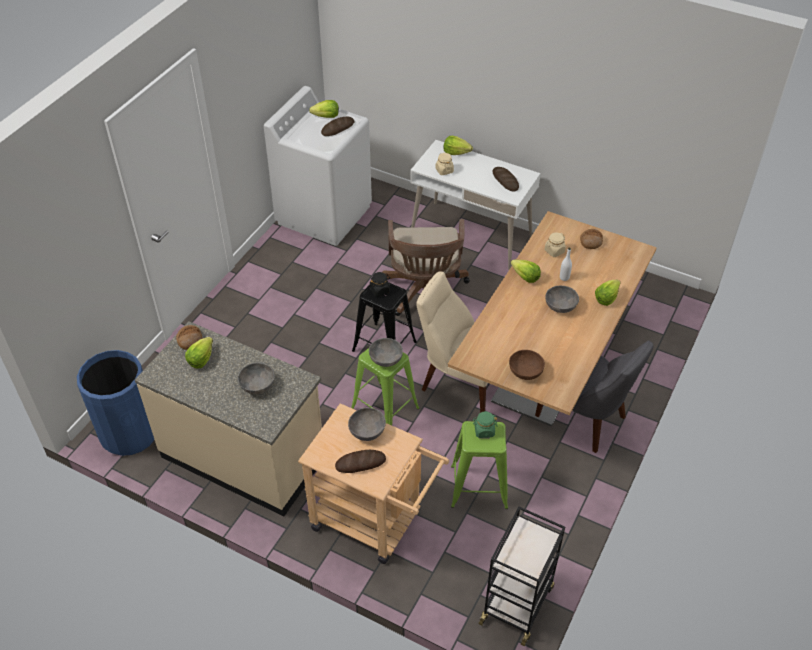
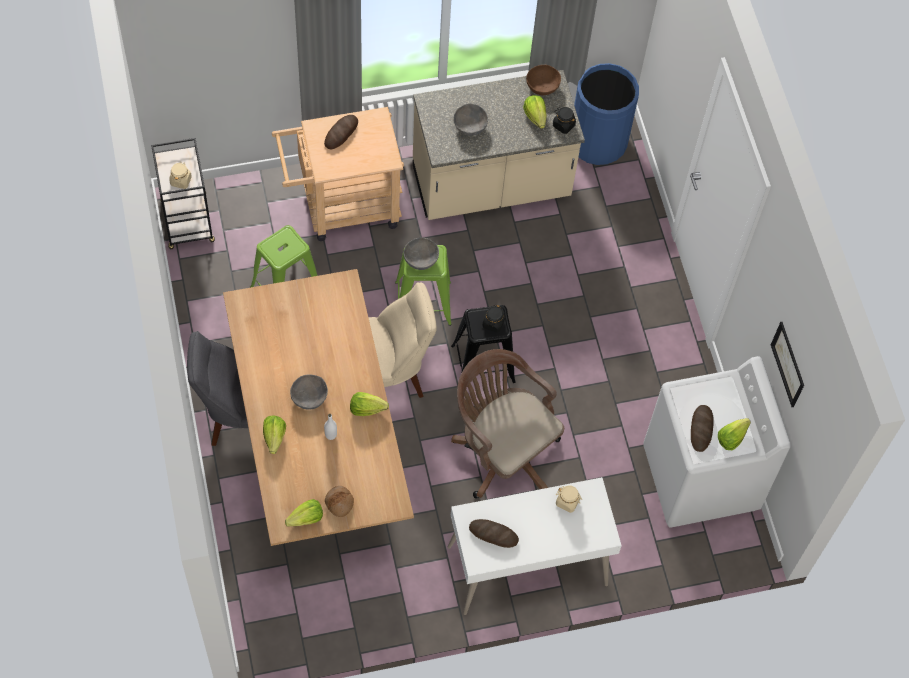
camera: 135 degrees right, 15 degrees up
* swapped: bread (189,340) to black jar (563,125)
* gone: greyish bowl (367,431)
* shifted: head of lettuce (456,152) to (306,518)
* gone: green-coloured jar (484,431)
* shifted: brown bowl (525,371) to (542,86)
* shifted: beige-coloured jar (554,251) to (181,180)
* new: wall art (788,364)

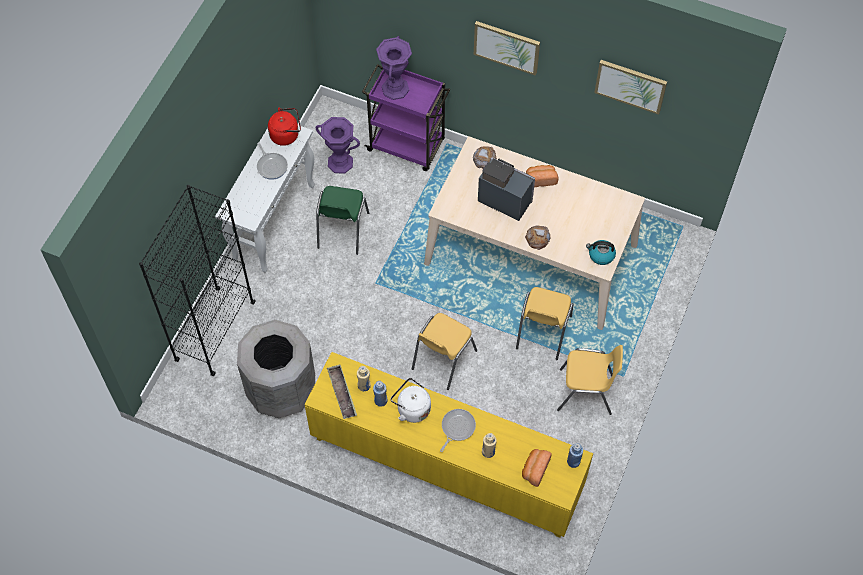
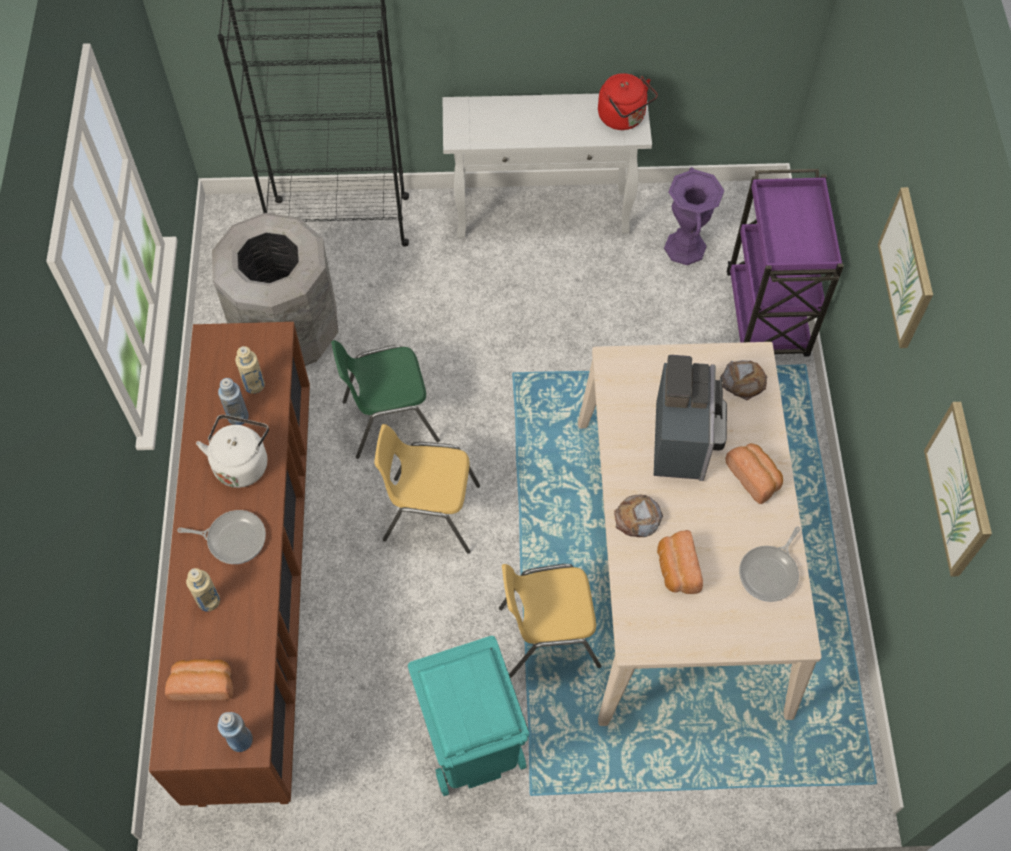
camera: 65 degrees right, 0 degrees up
* shifted: skillet (271,166) to (770,573)
* repainted: yellowish cupboard (446,466) to brown cupboard (255,590)
* shifted: green-coloured upright chair (342,231) to (389,420)
* gone: carrying tray (342,393)
* gone: purple-coloured vase (395,88)
* swapped: yellowish upright chair (586,392) to turquoise-coloured waste bin (471,746)
* gone: tea kettle (601,255)
* new: bread (676,569)

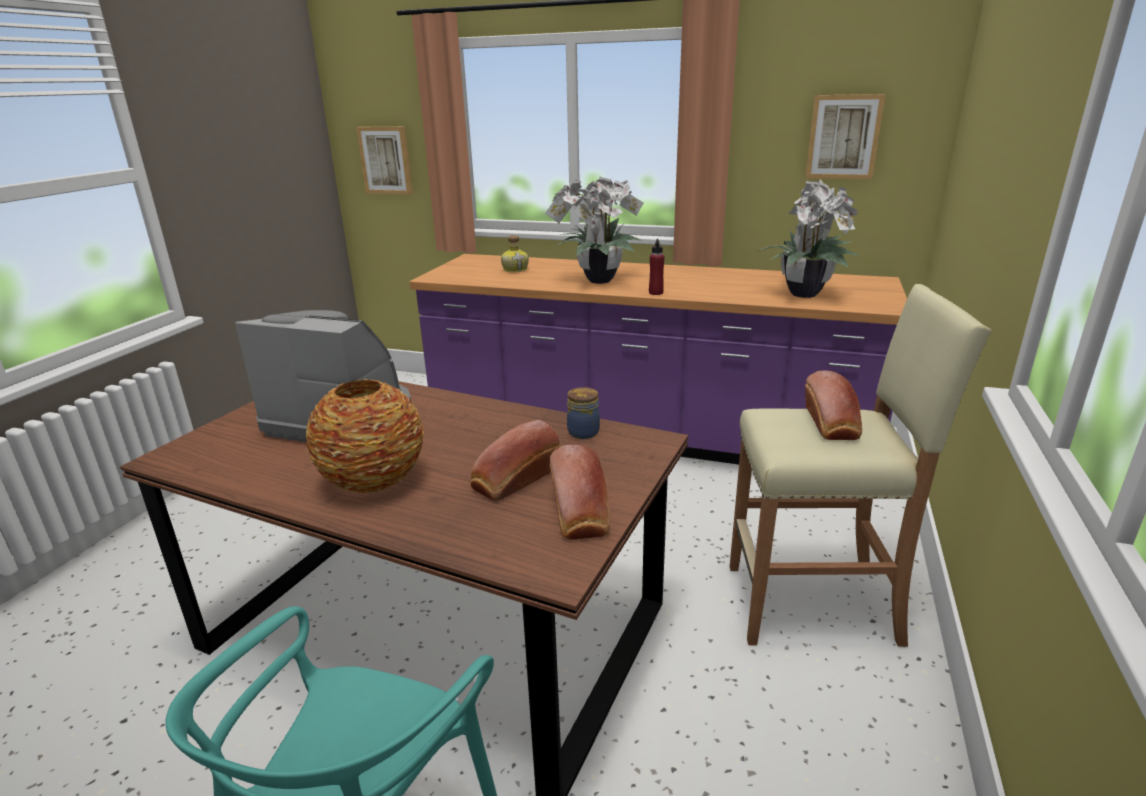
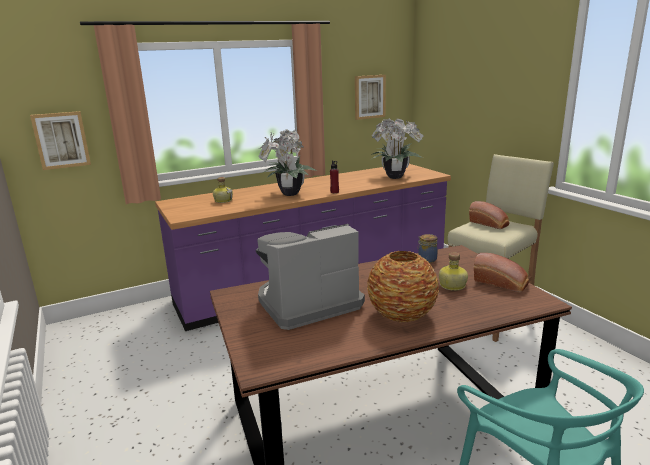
camera: 45 degrees left, 5 degrees down
* swapped: bread (513,480) to drink bottle (452,286)

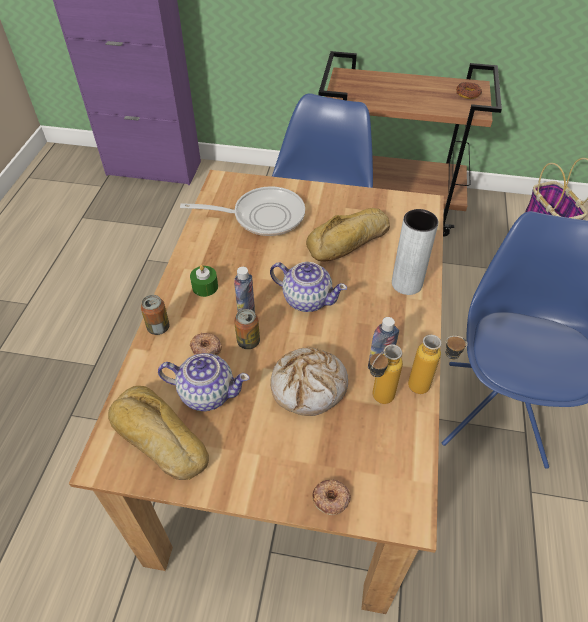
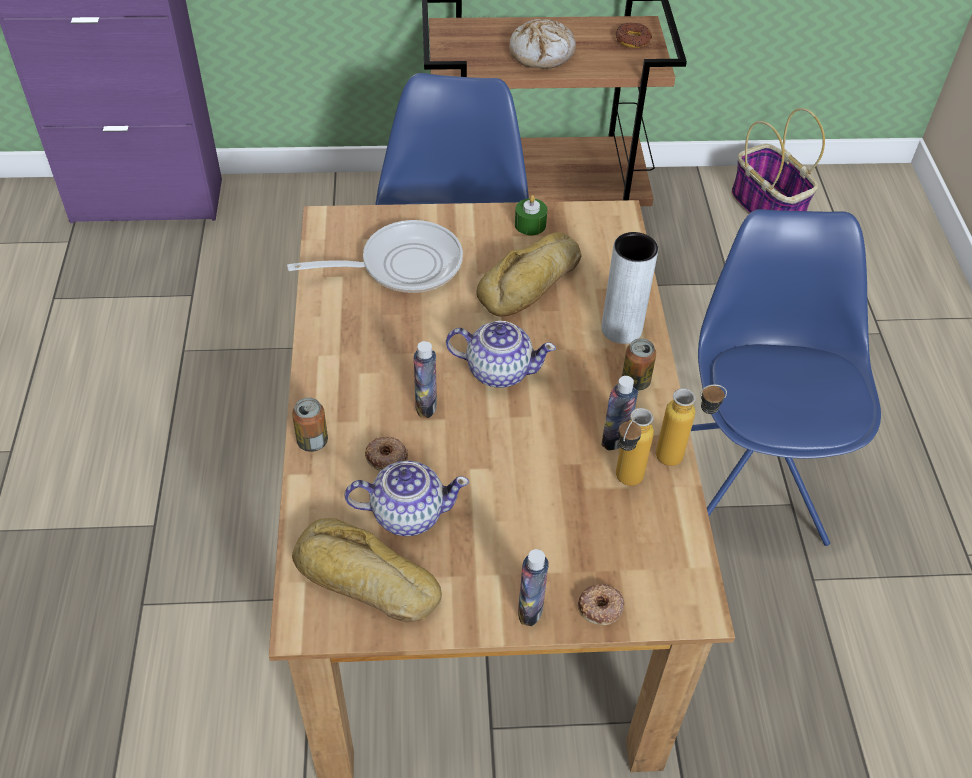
camera: 15 degrees left, 0 degrees up
* shifted: green-coloured wax candle (205,287) to (530,224)
* shifted: sealed can (248,341) to (635,381)
* shifted: bread (309,386) to (542,53)
* new: drink bottle (530,609)

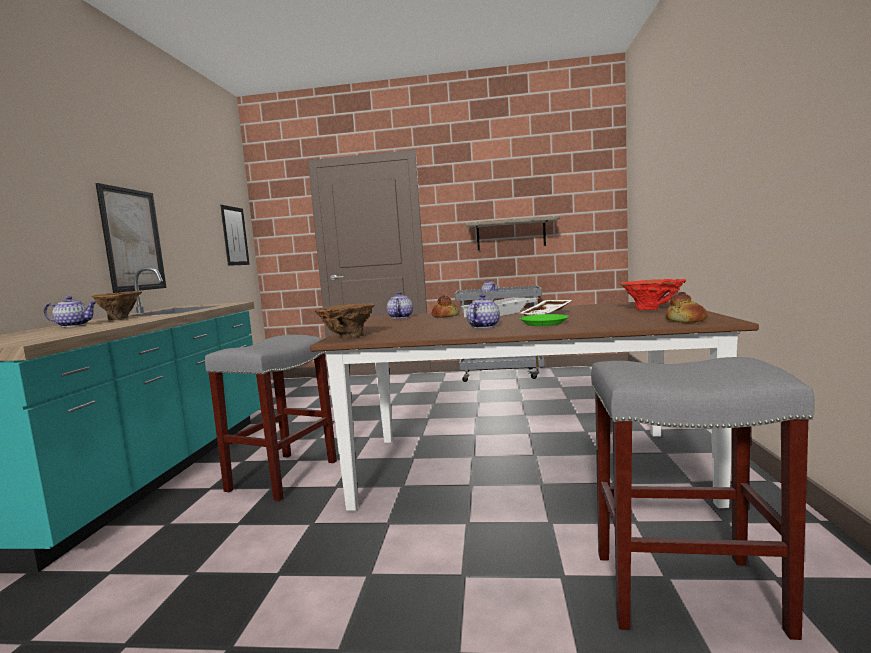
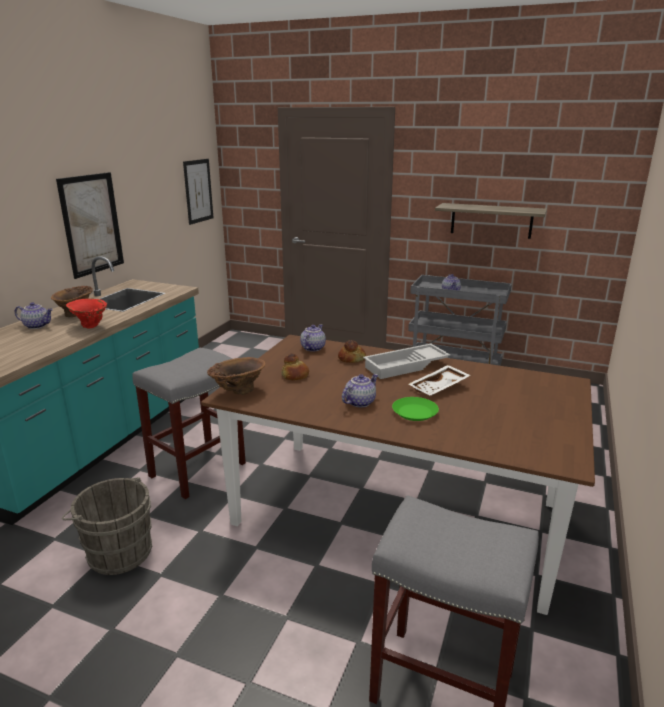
camera: 15 degrees right, 15 degrees up
* shifted: red vase (652,309) to (90,327)
* shifted: bread (686,320) to (295,375)
* new: greyish pail (117,551)

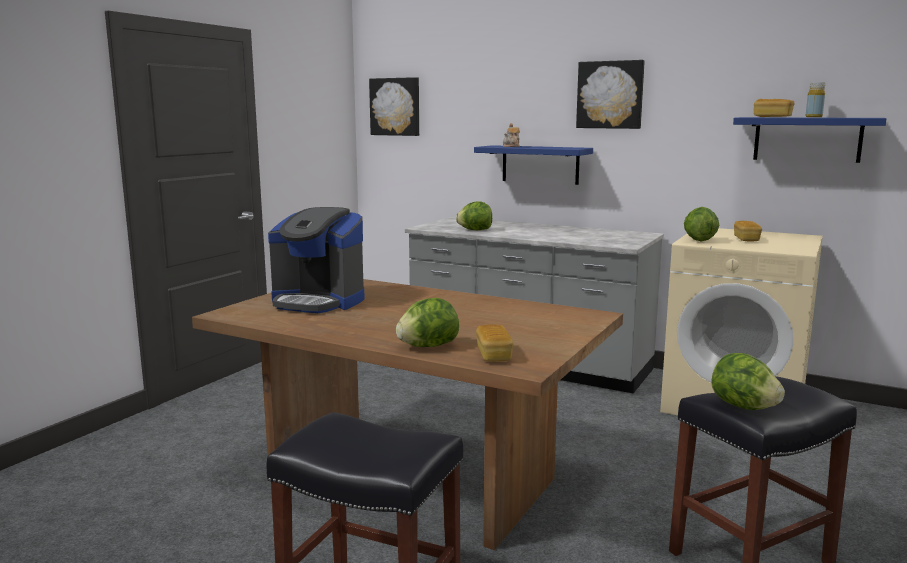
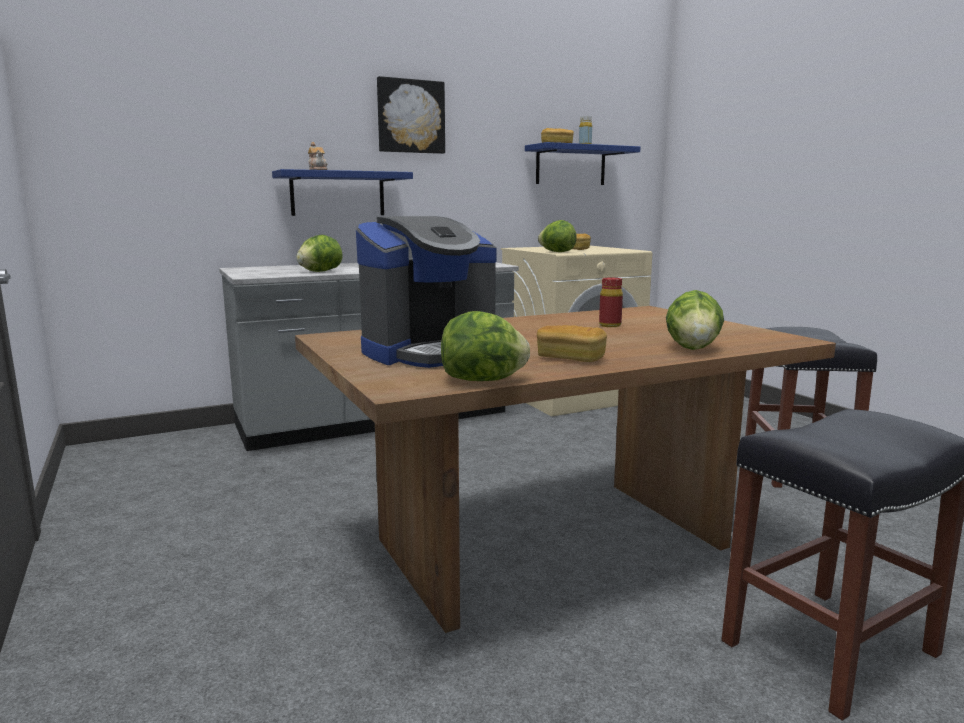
camera: 55 degrees left, 0 degrees up
* gone: wall art (395,107)
* shifted: bread (494,355) to (570,358)
* shifted: head of lettuce (743,407) to (483,381)
* new: red drink bottle (610,325)

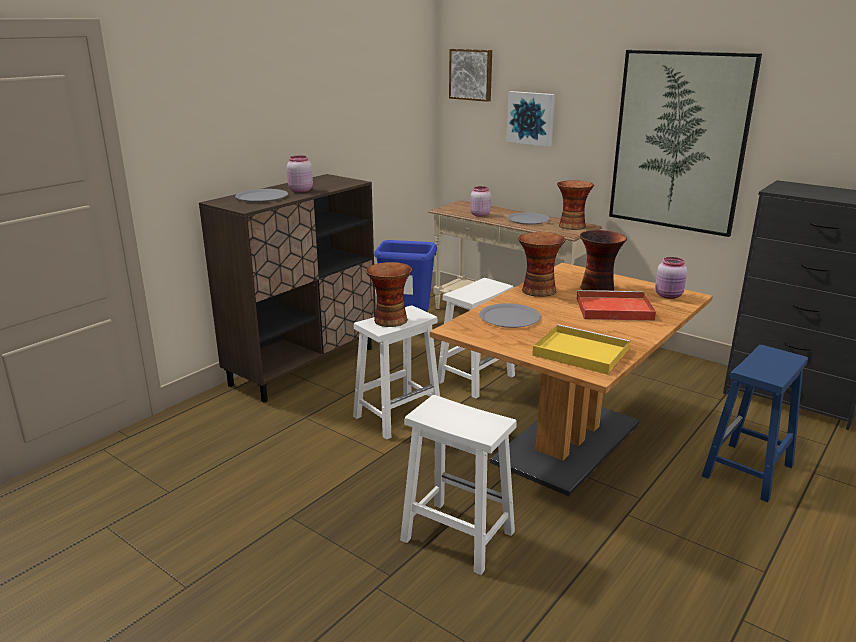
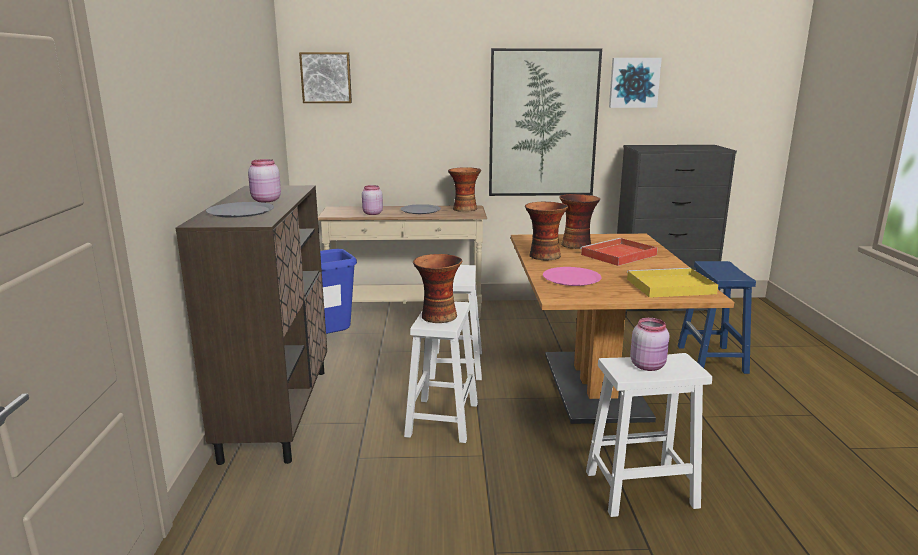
camera: 40 degrees left, 5 degrees down
* repainted: greyish plate (509,317) to pink plate (571,278)
* shifted: wall art (531,118) to (634,82)
* shifted: pink jar (669,295) to (648,366)

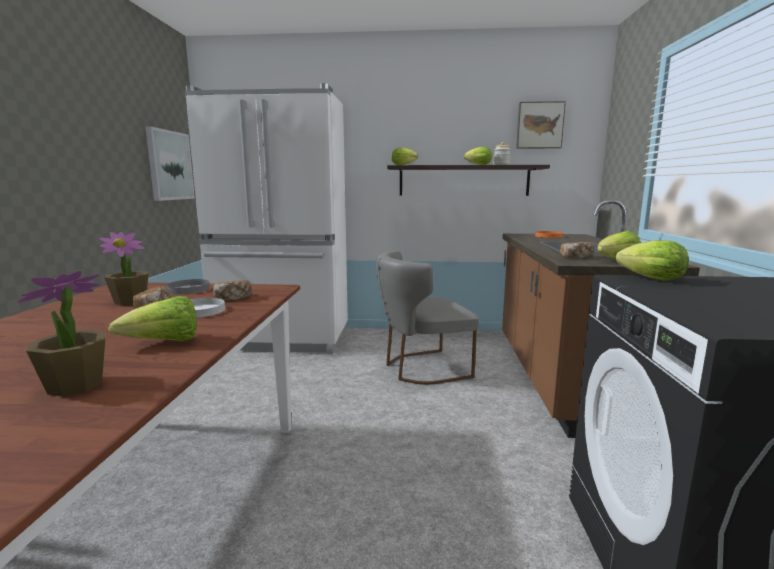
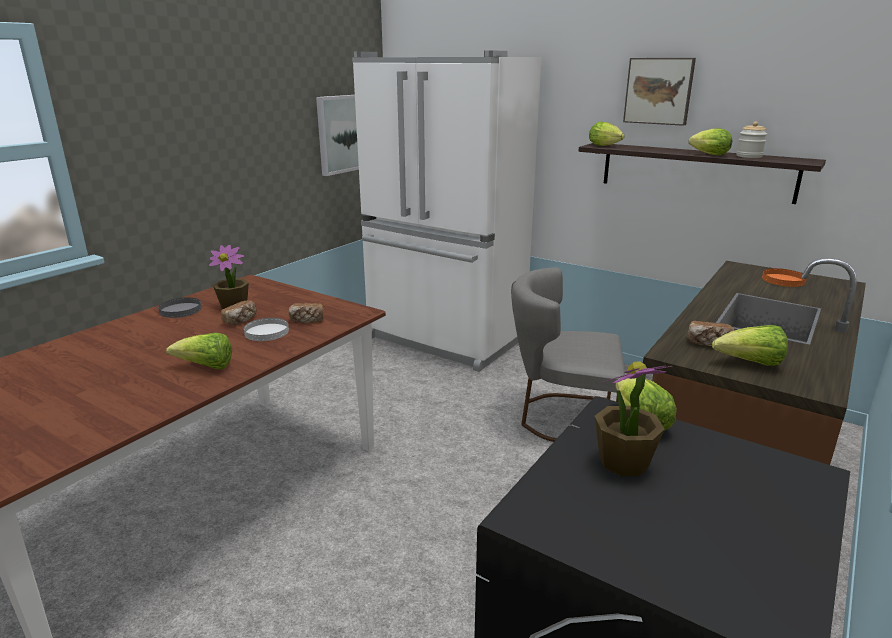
camera: 30 degrees right, 10 degrees up
* shifted: houseplant (75,385) to (623,462)
* shifted: greyish plate (189,289) to (180,310)
* shifted: wall art (539,125) to (659,91)

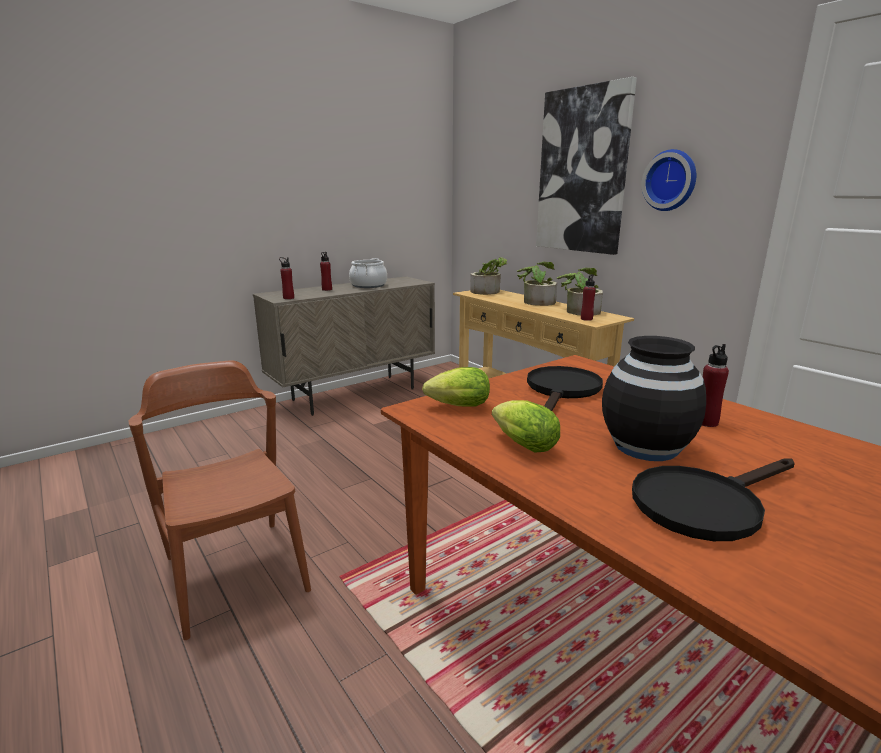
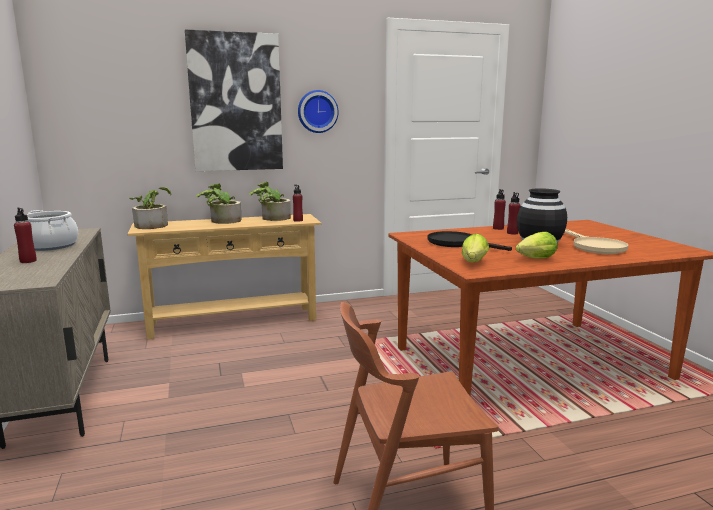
camera: 70 degrees left, 5 degrees down
* shifted: red drink bottle (288,298) to (498,228)
* repainted: black skillet (705,503) to beige-coloured skillet (594,247)

